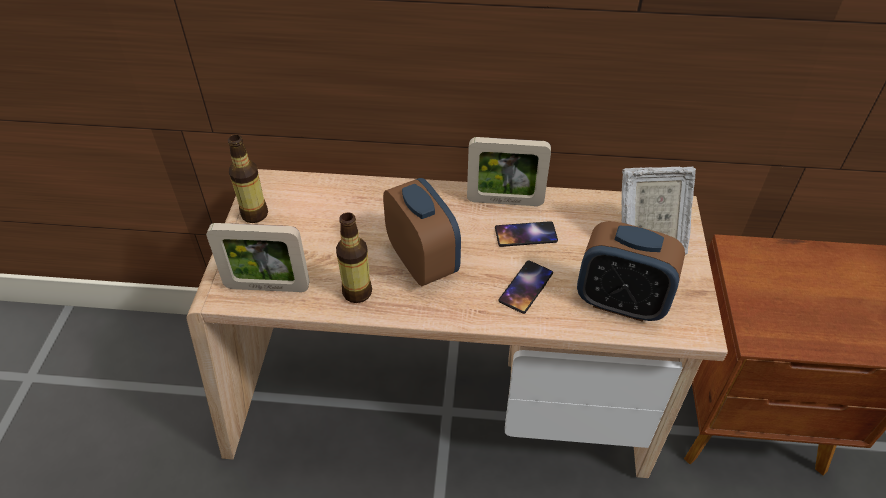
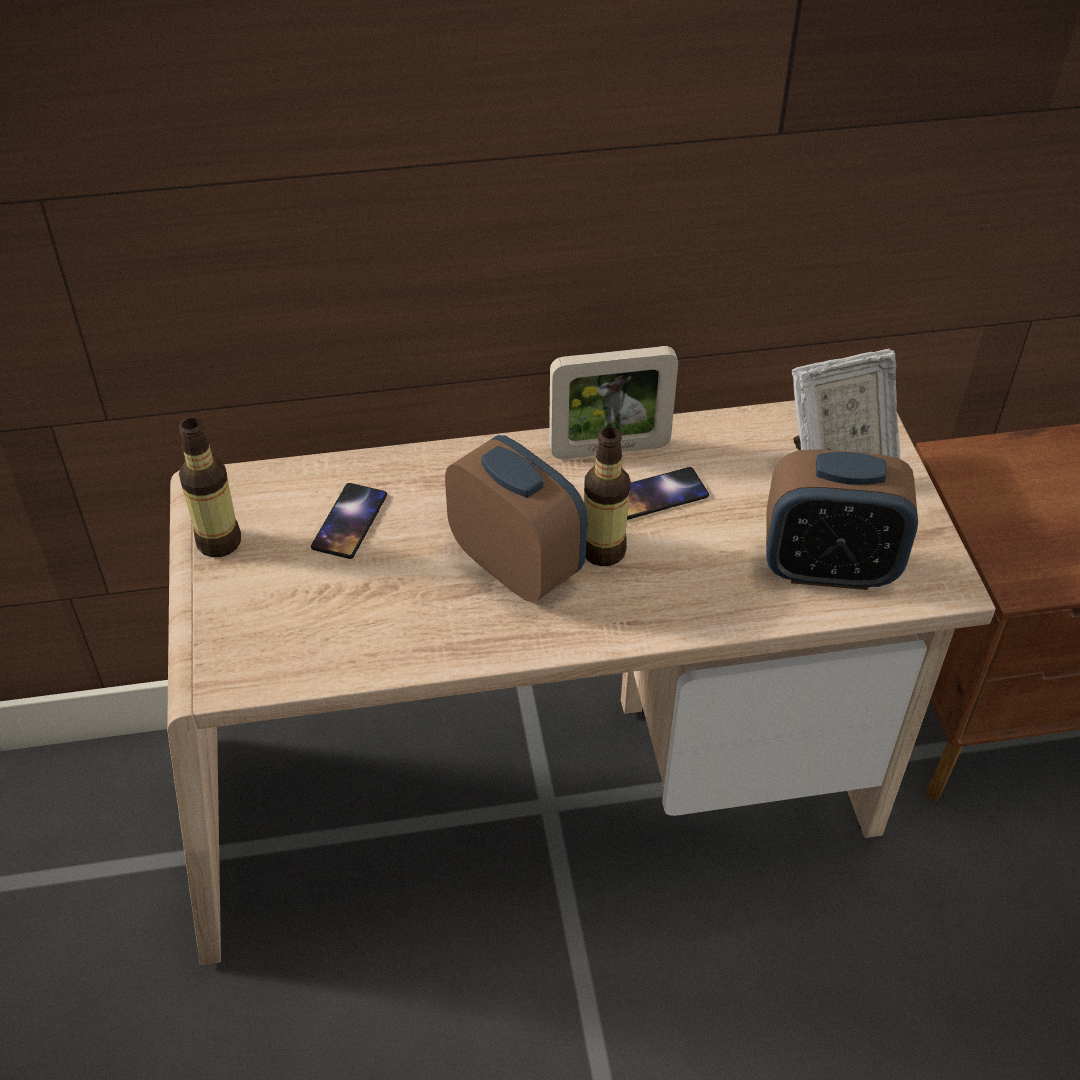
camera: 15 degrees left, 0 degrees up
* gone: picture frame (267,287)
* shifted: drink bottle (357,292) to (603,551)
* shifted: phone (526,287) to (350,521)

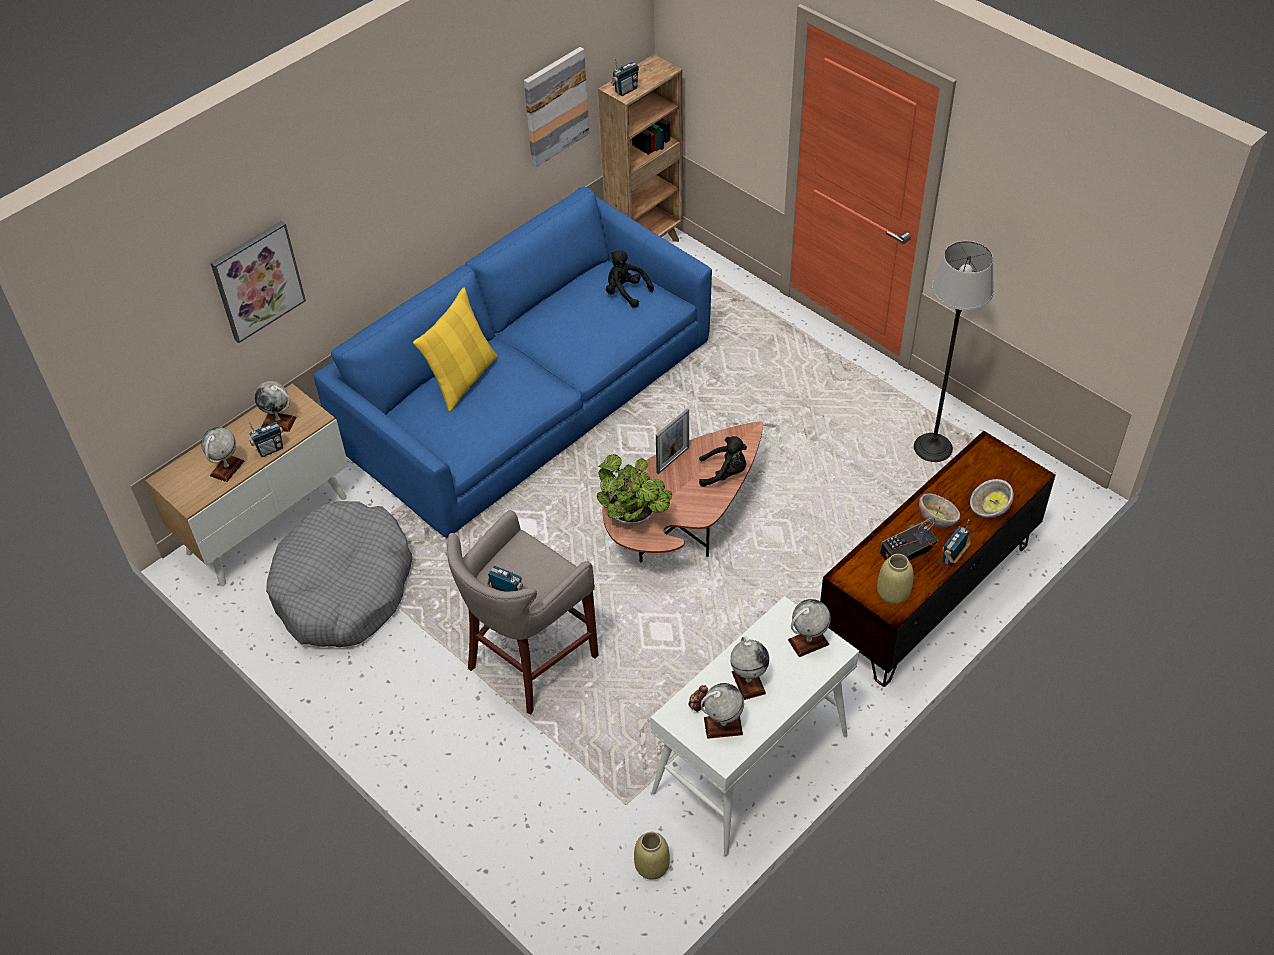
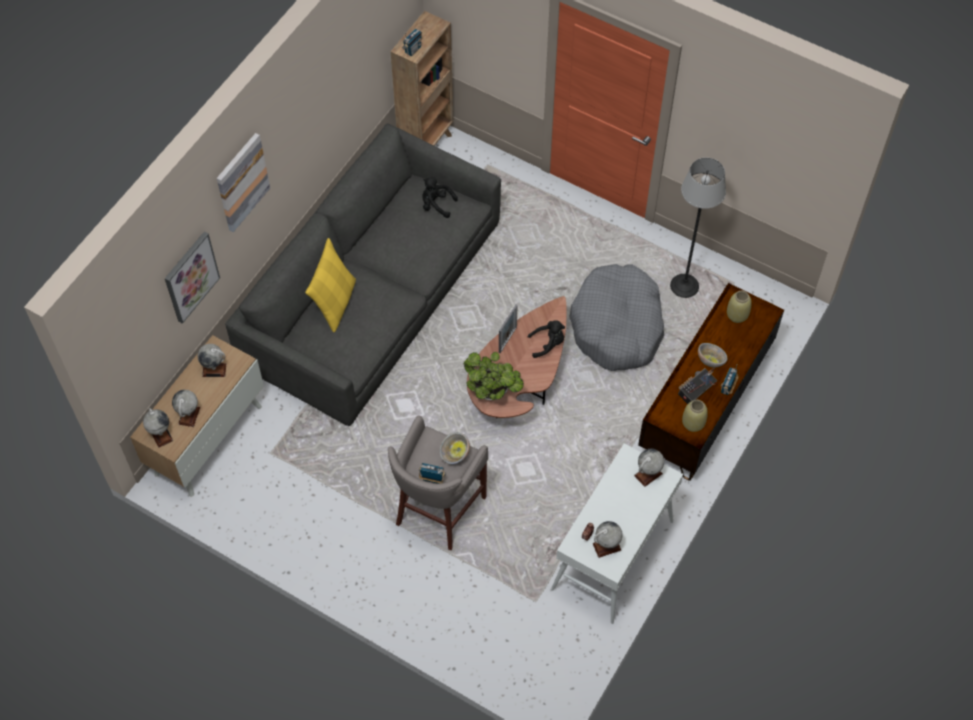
camera: 15 degrees left, 10 degrees up
* gone: radio (270,449)
* shifted: greyish dog bed (344,588) to (617,326)
* repainted: bluish sofa (526,394) to greyish sofa (372,294)
* shifted: wall art (555,106) to (242,182)
* shifted: beige-coloured vase (652,866) to (737,315)
* shifted: desk globe (748,682) to (161,435)
* shifted: bowl (989,509) to (455,454)

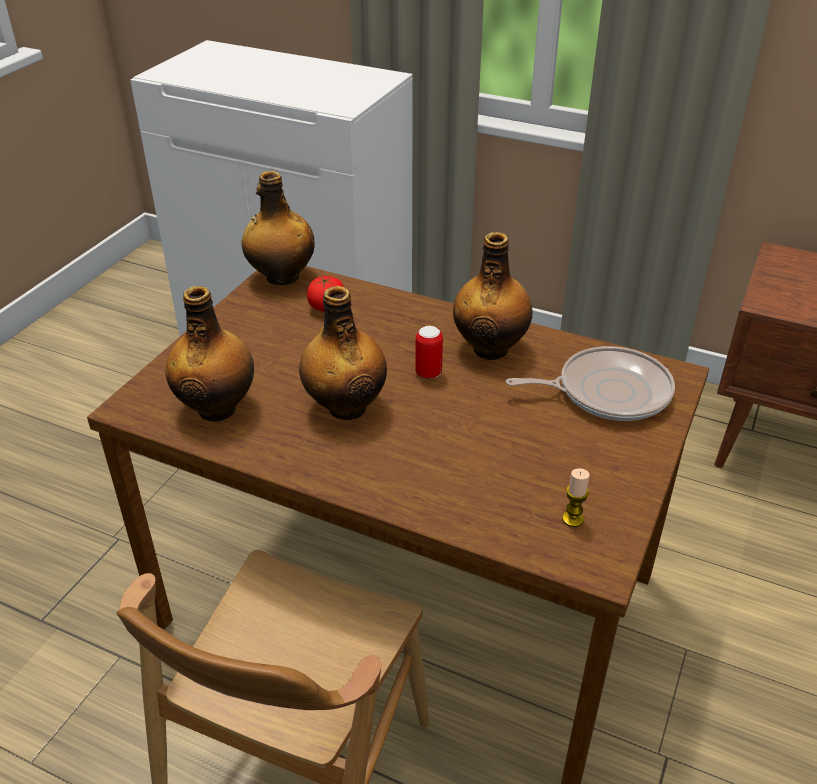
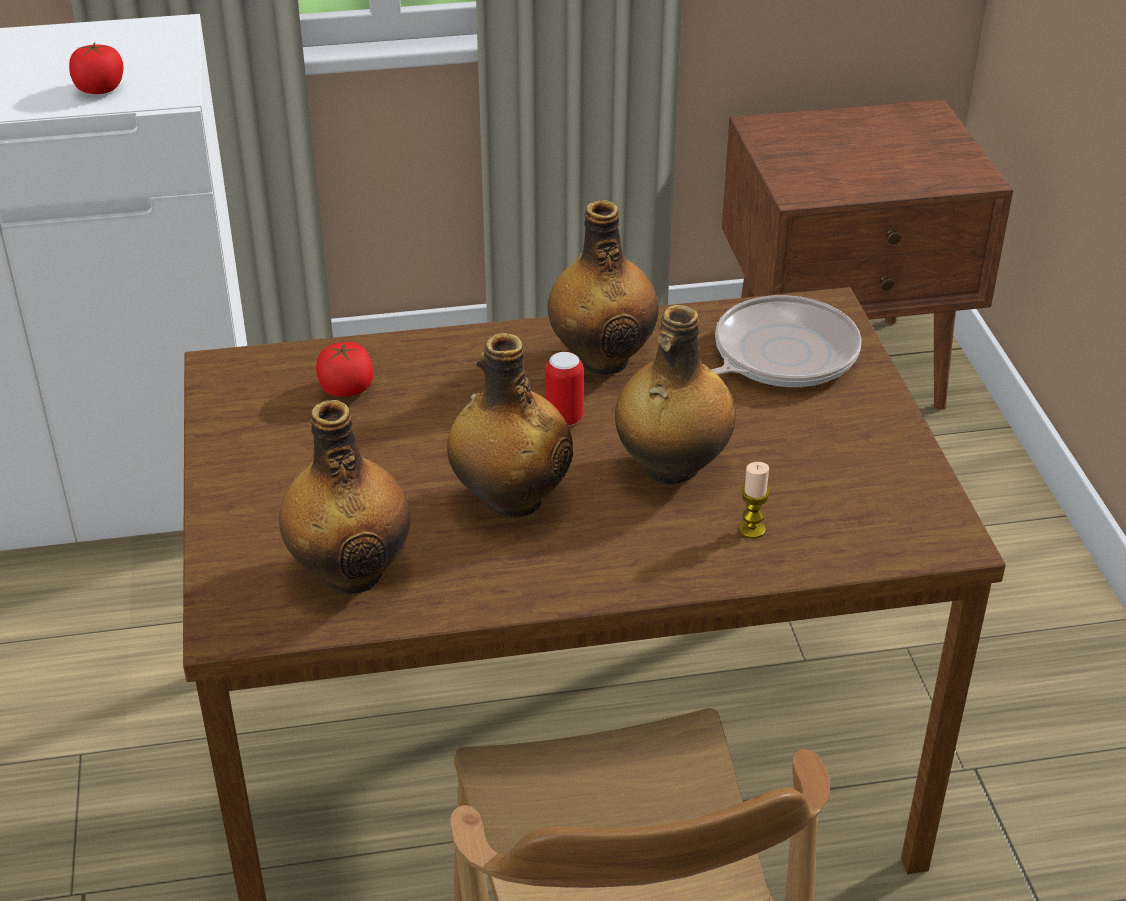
camera: 35 degrees left, 0 degrees up
* shifted: drink bottle (281,277) to (670,468)
* shifted: wax candle (572,519) to (751,529)
* new: whole tomato (99,89)

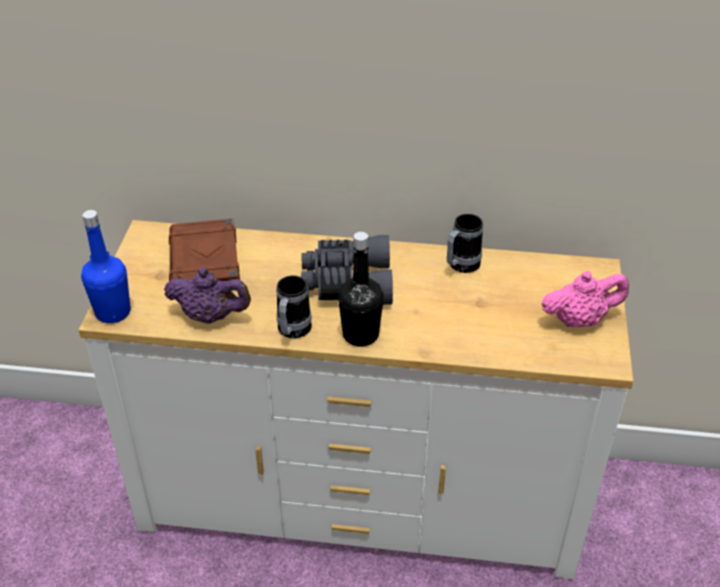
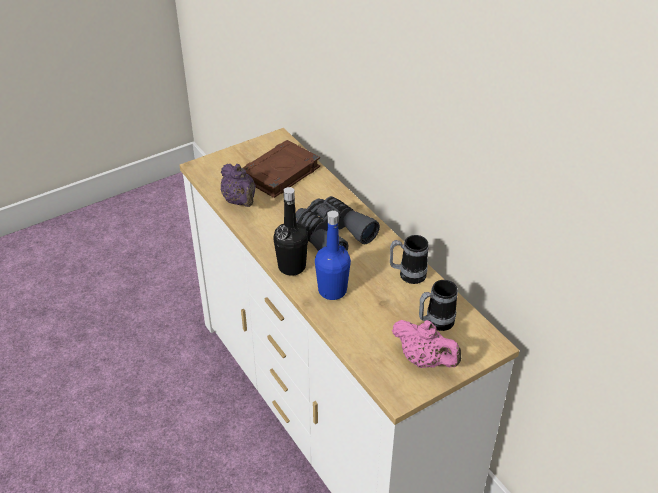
camera: 50 degrees right, 0 degrees up
* shifted: bluish drink bottle (113,312) to (332,290)
* shifted: tea mug (292,332) to (435,323)

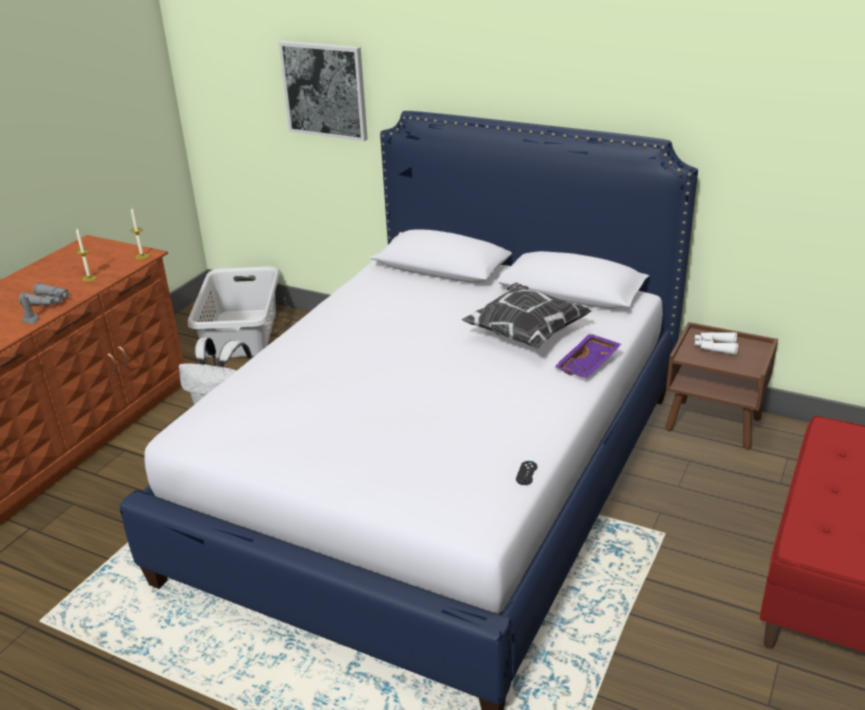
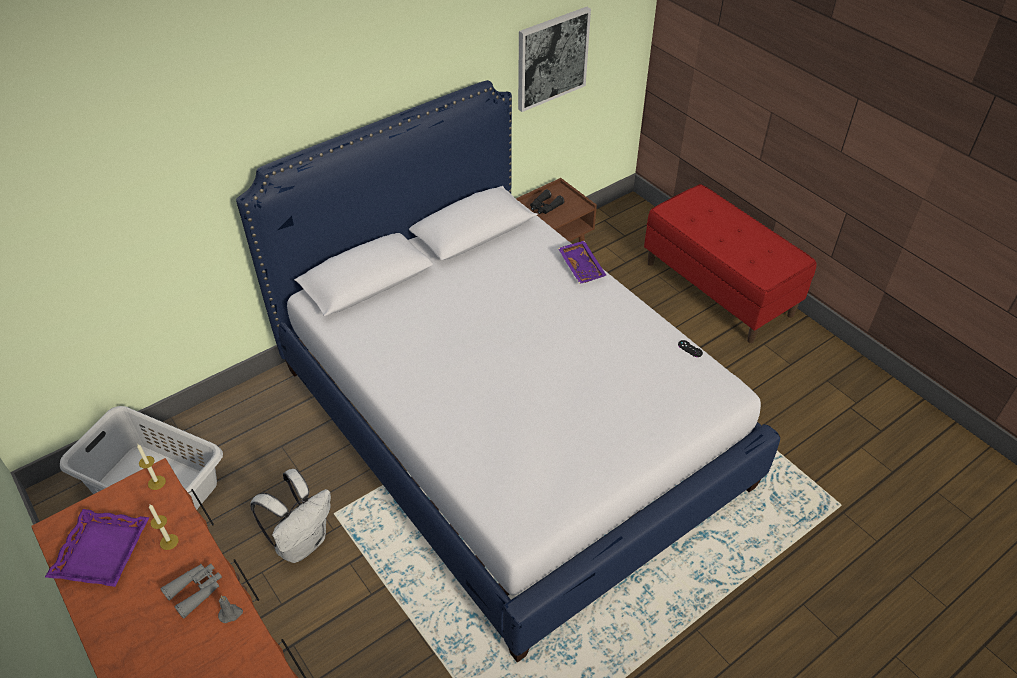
camera: 65 degrees left, 15 degrees up
* shifted: wall art (325,90) to (552,58)
* gone: throw pillow (525,334)
* repainted: white field glasses (714,347) to black field glasses (544,207)
* new: purple-coloured carrying tray (101,551)

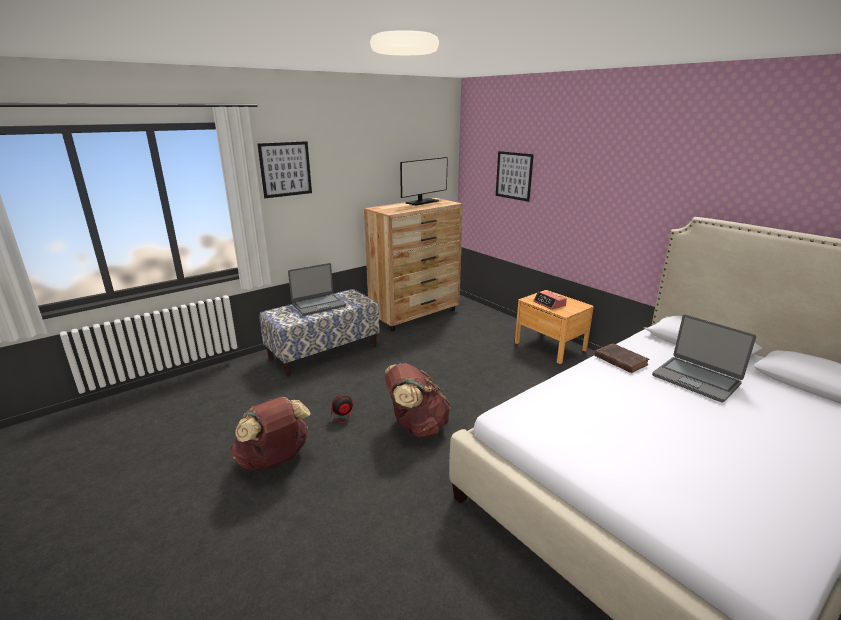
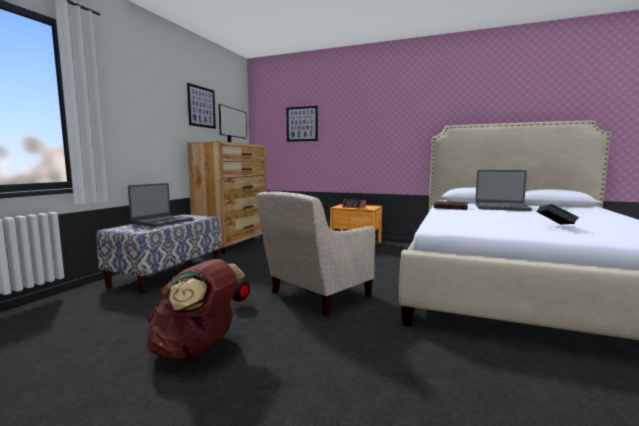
camera: 30 degrees left, 15 degrees down
* shifted: wall art (285,169) to (201,107)
* swapped: brown knapsack (416,426) to beige-coloured lounge chair (315,295)
* new: volume (555,227)

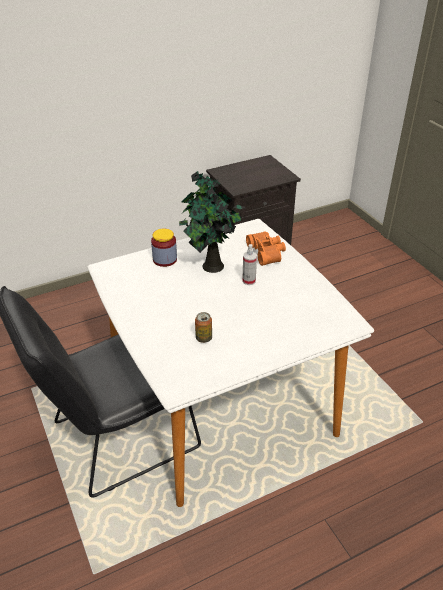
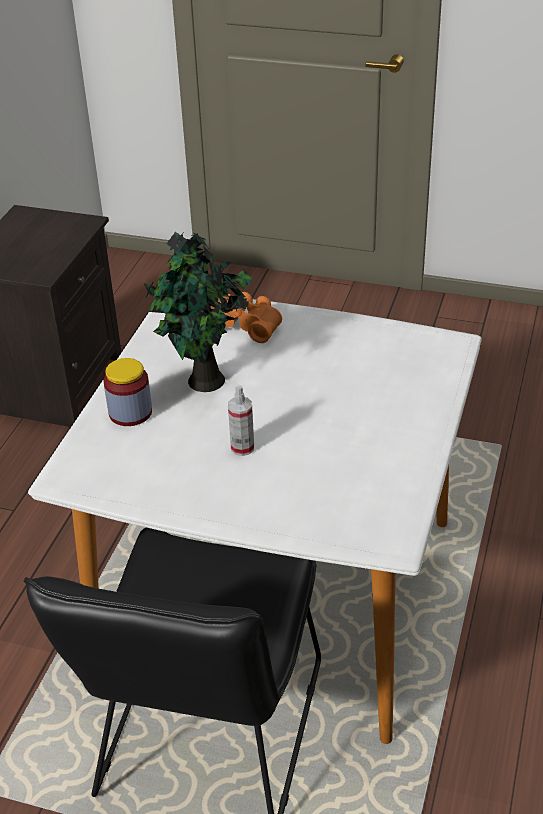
camera: 45 degrees left, 0 degrees up
* gone: sealed can (203,338)
* shifted: spray bottle (249,281) to (242,448)

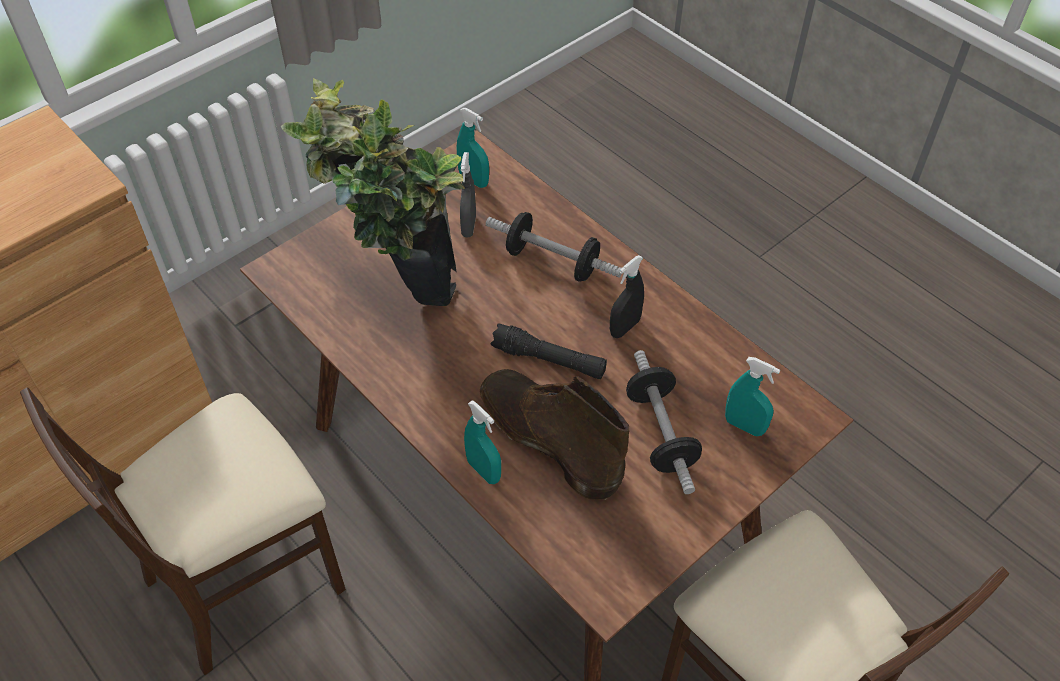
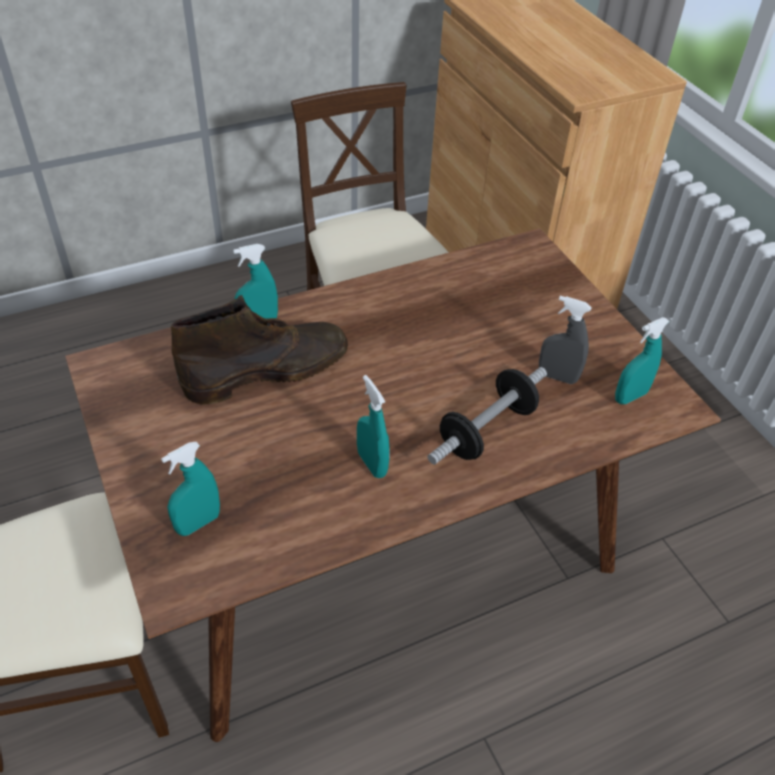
camera: 105 degrees right, 5 degrees down
* gone: houseplant (398,291)
* gone: black torch (549,360)
* repainted: black spray bottle (624,327) to turquoise-coloured spray bottle (372,464)
* gone: dumbbell (660,433)

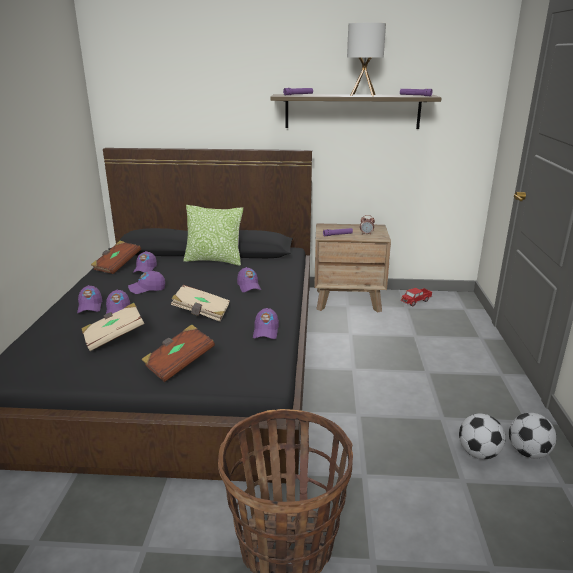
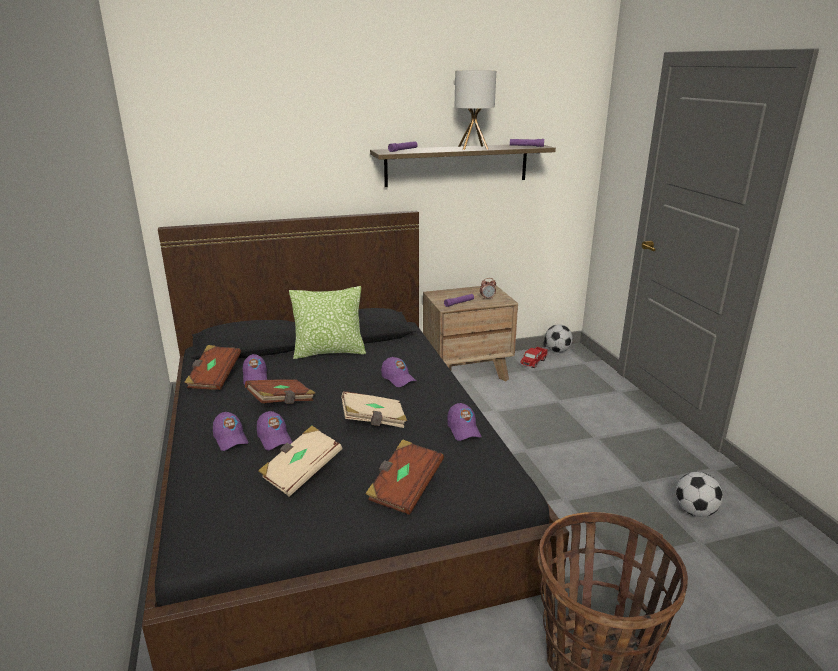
camera: 20 degrees left, 0 degrees up
* swapped: purple-coloured cap (147,289) to brown volume (282,402)
* shifted: ball for football (527,452) to (557,351)

